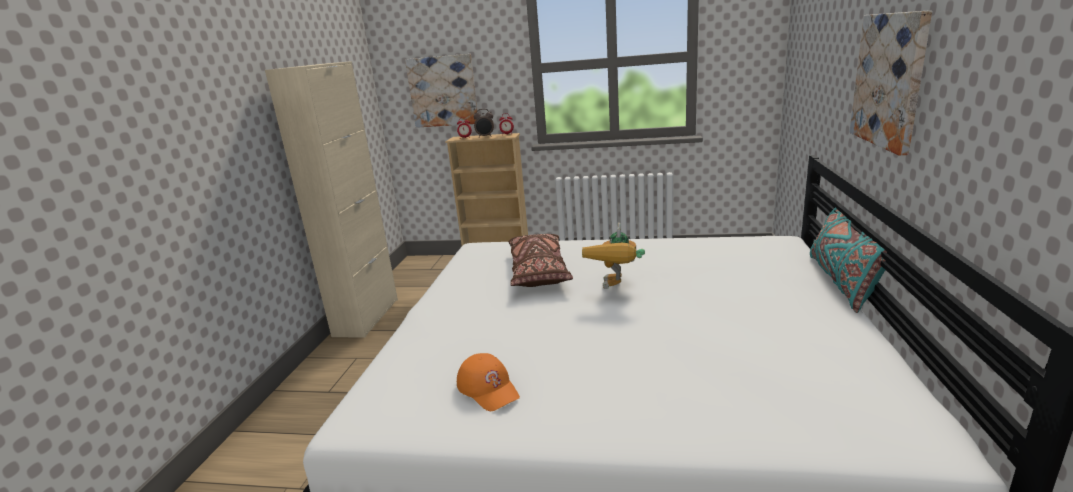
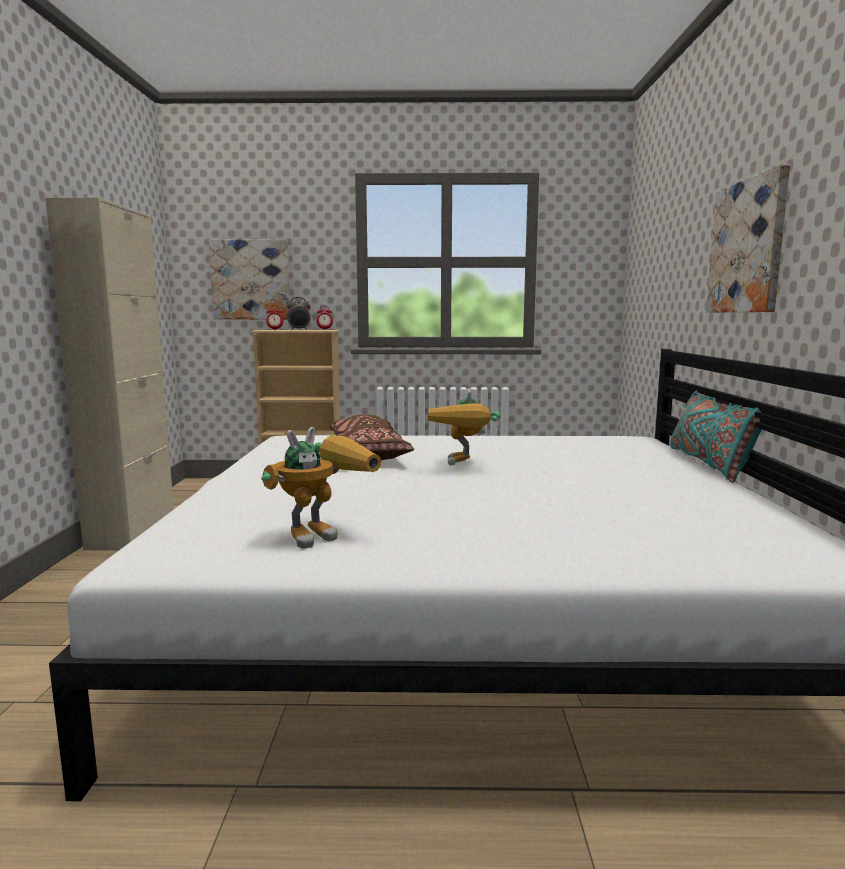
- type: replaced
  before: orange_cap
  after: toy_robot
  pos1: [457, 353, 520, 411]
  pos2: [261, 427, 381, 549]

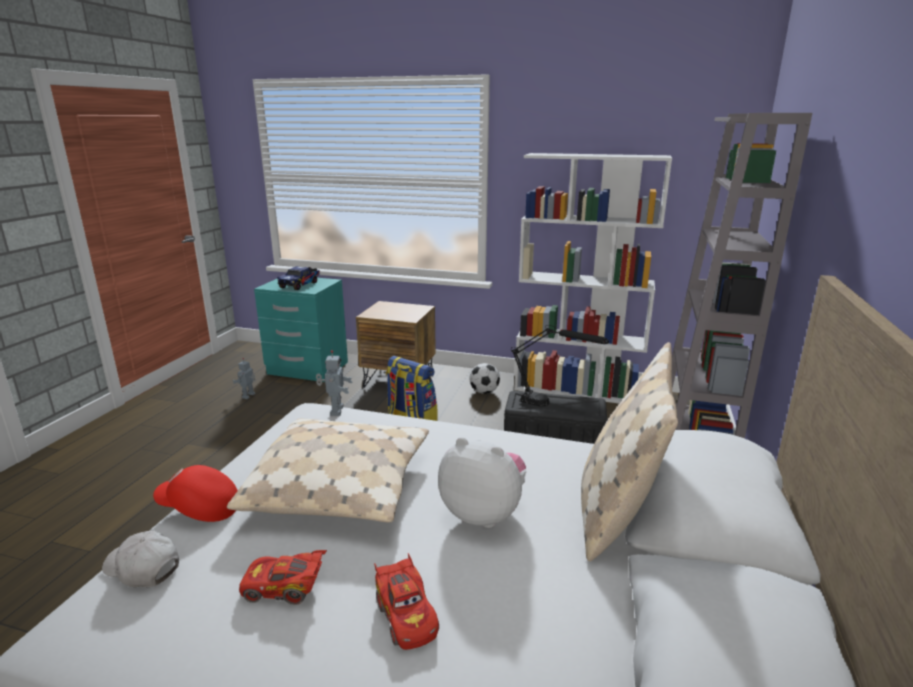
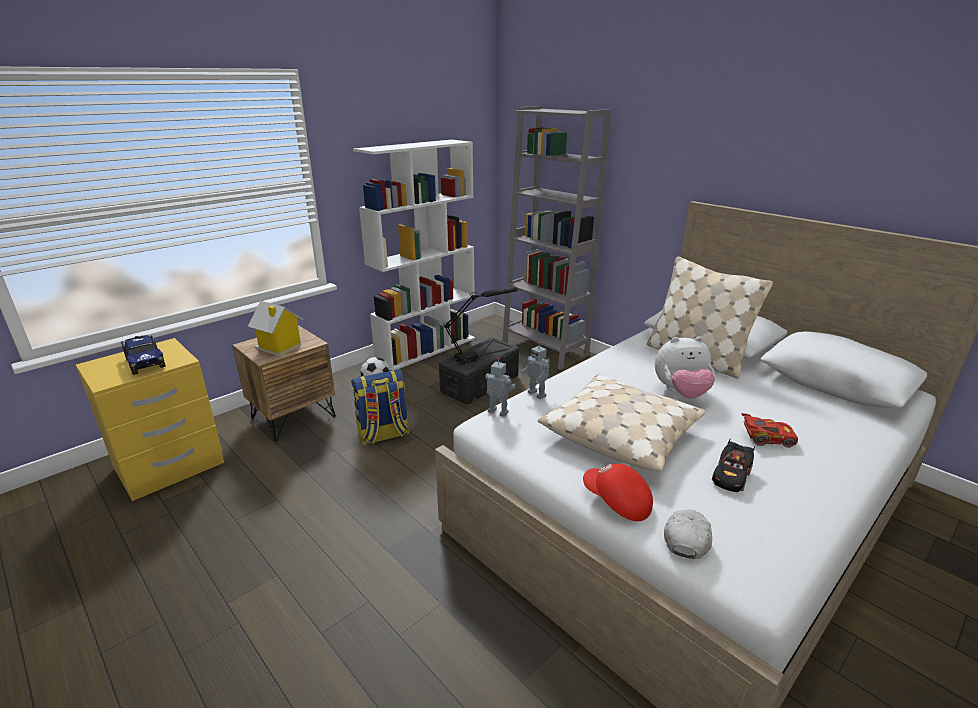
- type: recoloured
  before: turquoise_nightstand
  after: yellow_nightstand
  pos1: [254, 278, 348, 382]
  pos2: [76, 338, 224, 501]
- type: added
  after: toy_house
  pos2: [248, 301, 303, 356]
- type: moved
  before: toy_robot
  pos1: [233, 358, 256, 399]
  pos2: [520, 342, 549, 399]
- type: turned
  before: red_cap
  pos1: [153, 465, 238, 522]
  pos2: [583, 464, 653, 521]
  turn: 90
- type: turned
  before: plush_toy
  pos1: [438, 437, 526, 528]
  pos2: [655, 337, 715, 398]
  turn: -150
- type: turned
  before: white_cap
  pos1: [102, 530, 179, 587]
  pos2: [664, 510, 712, 559]
  turn: 150
- type: recoloured
  before: red_toy_car
  after: black_toy_car
  pos1: [239, 550, 327, 605]
  pos2: [712, 438, 755, 492]

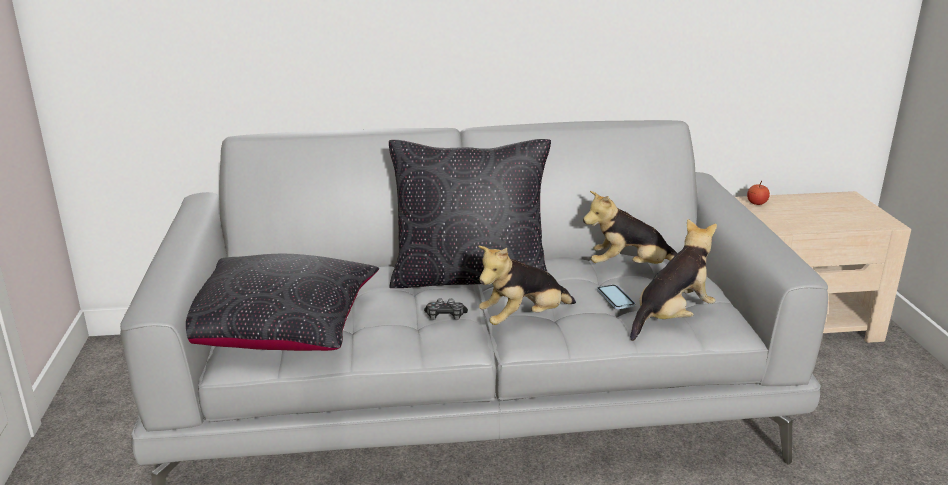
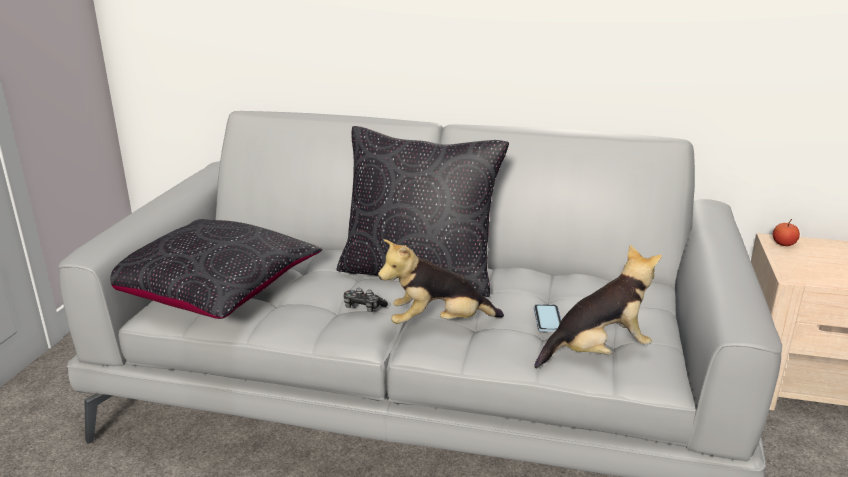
- type: removed
  before: plush_toy
  pos1: [583, 191, 678, 264]

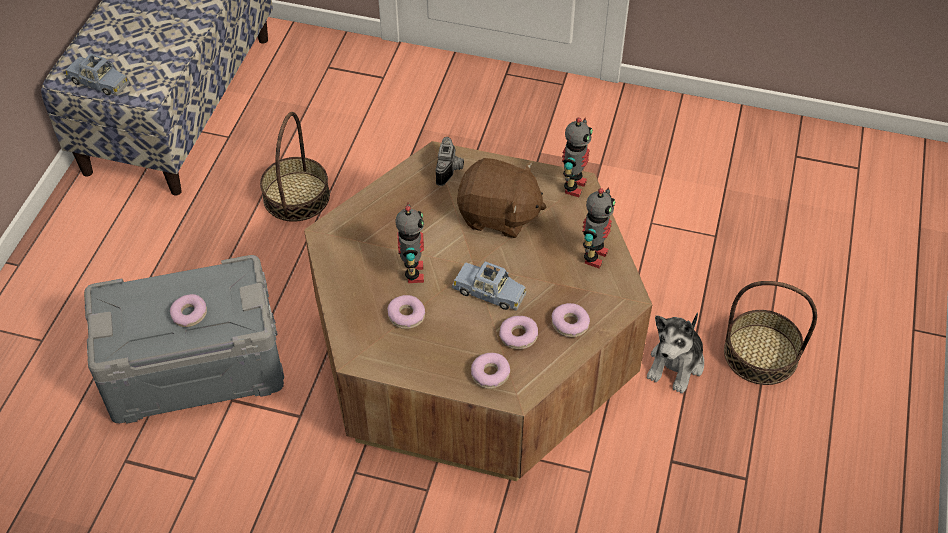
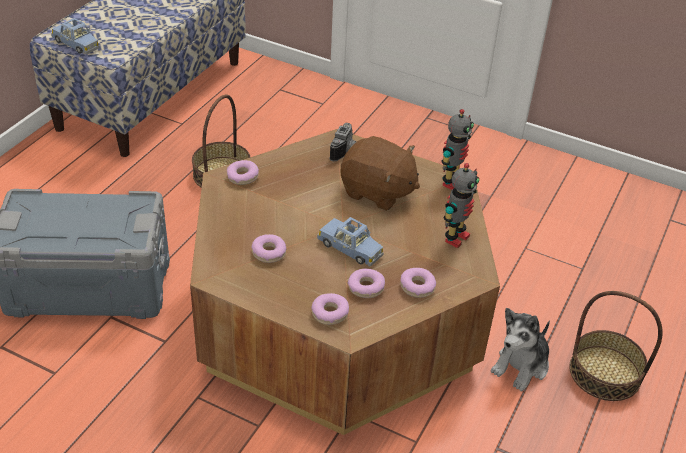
- type: moved
  before: donut
  pos1: [170, 294, 207, 327]
  pos2: [227, 160, 259, 185]
- type: removed
  before: toy_robot
  pos1: [395, 203, 424, 283]

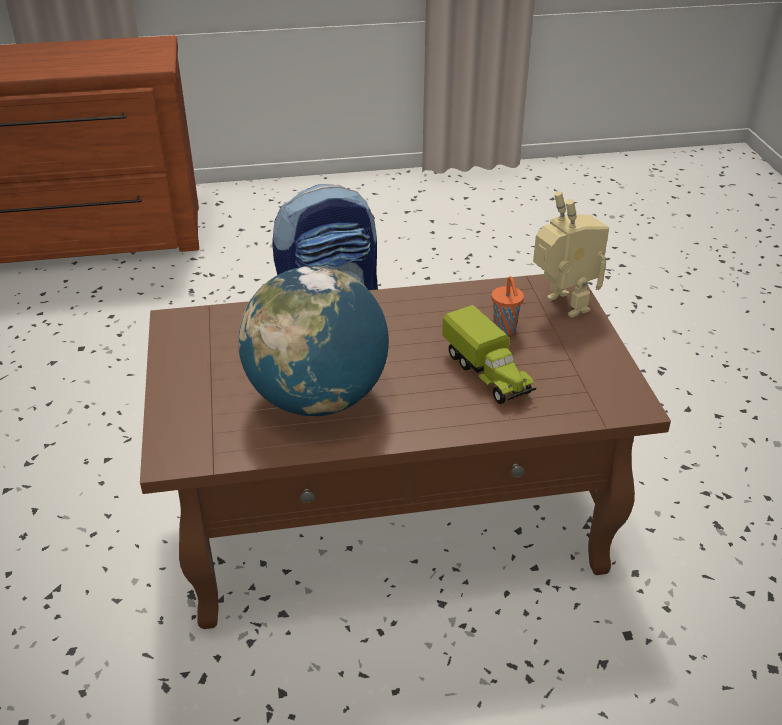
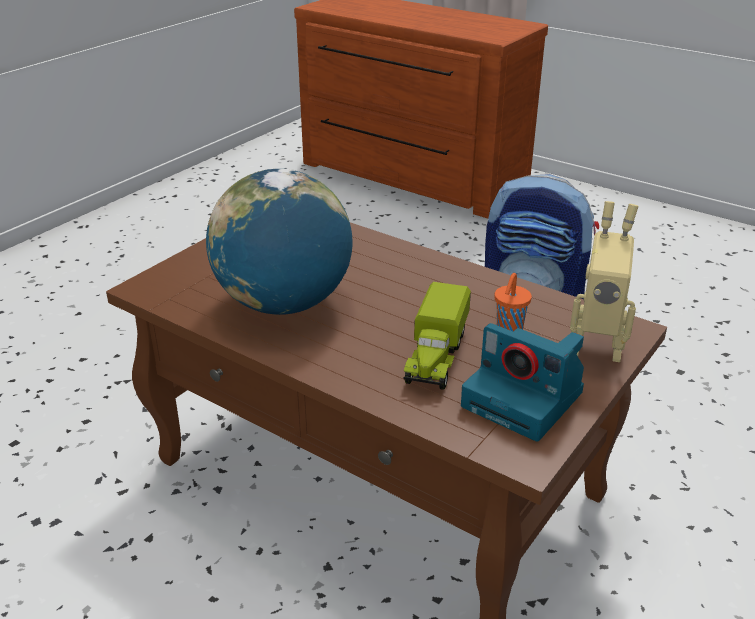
- type: added
  after: photo_camera
  pos2: [461, 323, 584, 442]
- type: turned
  before: toy_robot
  pos1: [533, 191, 609, 318]
  pos2: [570, 201, 638, 362]
  turn: 90

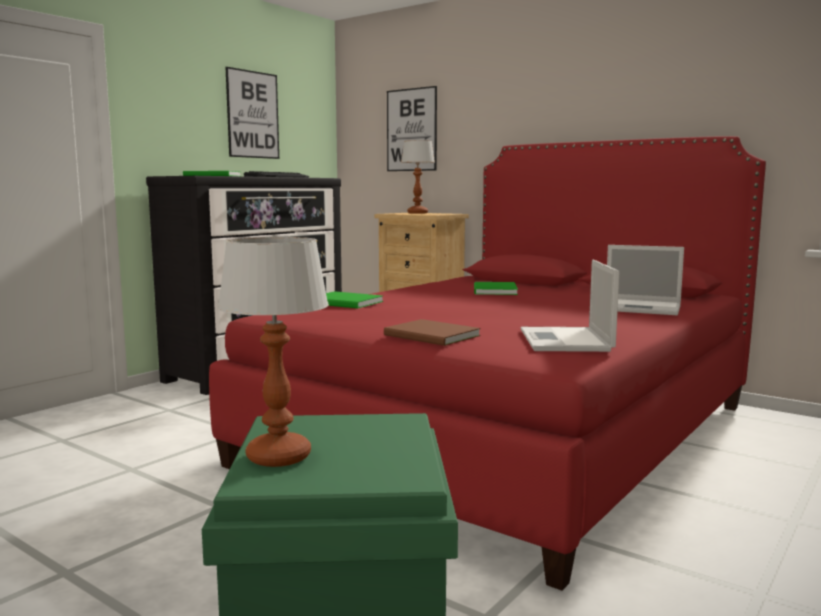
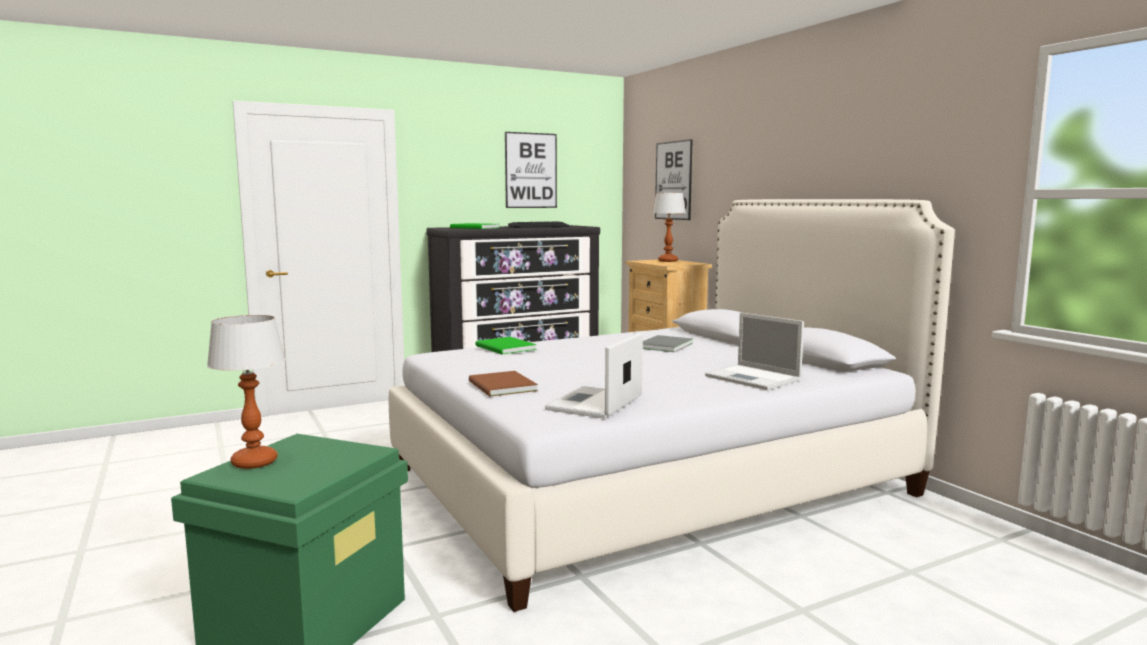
- type: recoloured
  before: red_bed
  after: white_bed
  pos1: [209, 136, 766, 591]
  pos2: [389, 199, 955, 612]
- type: recoloured
  before: green_book
  after: grey_book
  pos1: [474, 282, 518, 295]
  pos2: [643, 335, 693, 352]

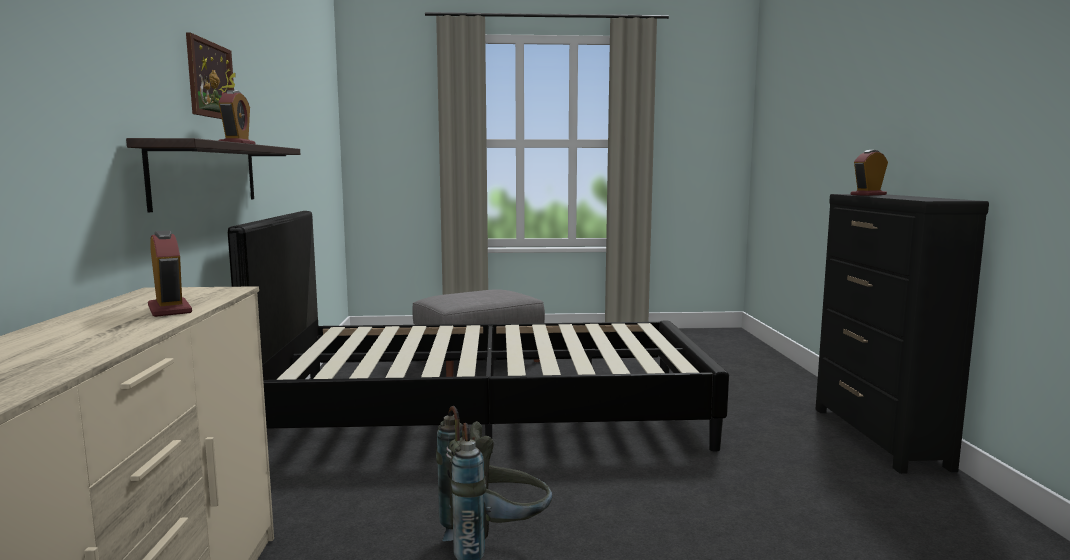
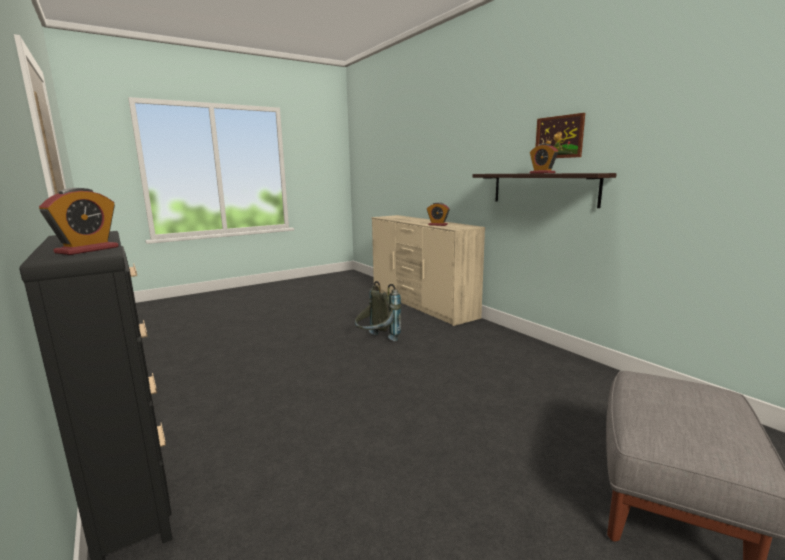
- type: removed
  before: black_bed
  pos1: [228, 211, 729, 453]

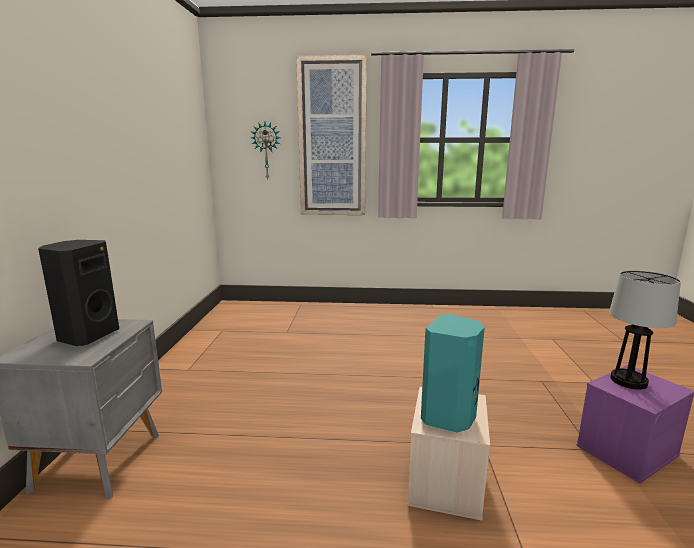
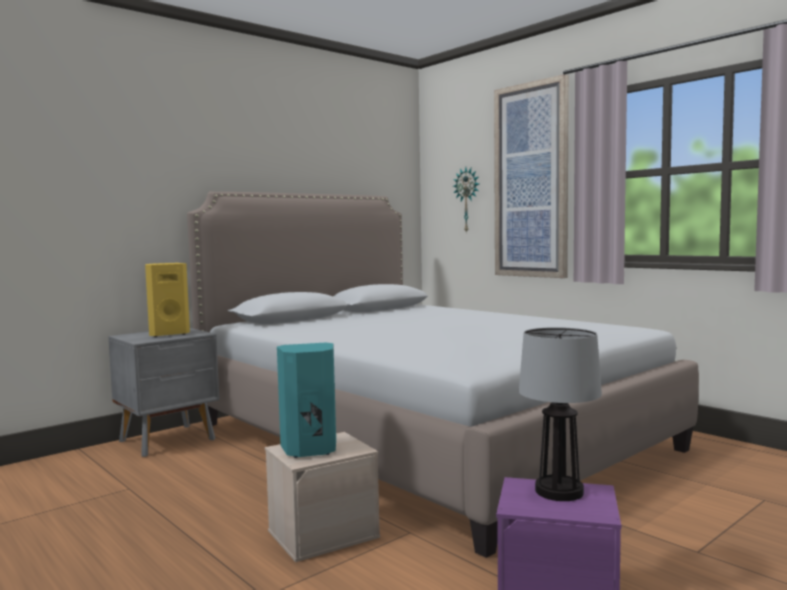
- type: recoloured
  before: black_speaker
  after: yellow_speaker
  pos1: [38, 240, 119, 346]
  pos2: [145, 263, 190, 337]
- type: added
  after: bed
  pos2: [187, 192, 699, 558]

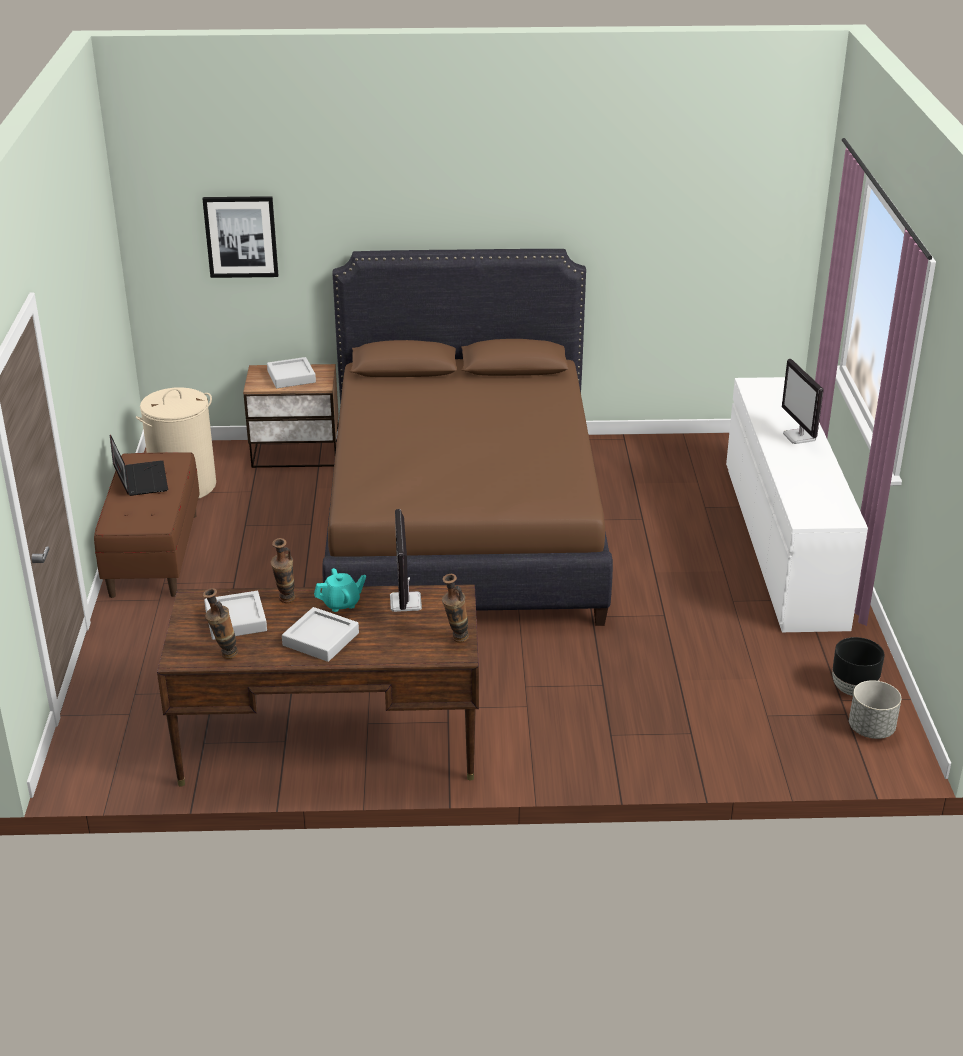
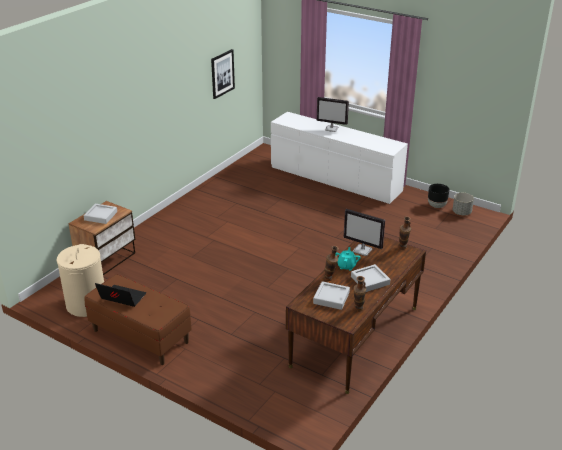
- type: moved
  before: picture
  pos1: [202, 196, 279, 278]
  pos2: [211, 49, 235, 99]
- type: removed
  before: brown_bed
  pos1: [322, 249, 613, 626]

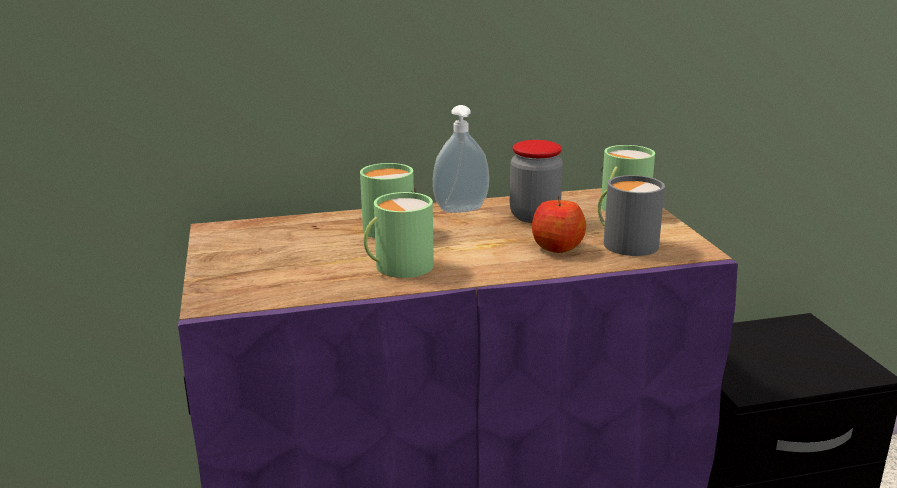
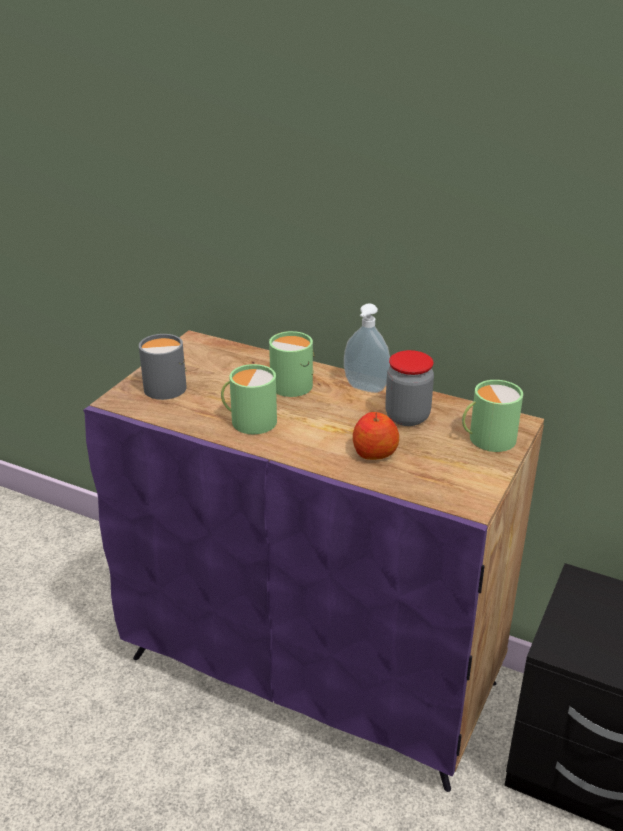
- type: moved
  before: grey_mug
  pos1: [598, 175, 665, 256]
  pos2: [139, 334, 187, 400]

